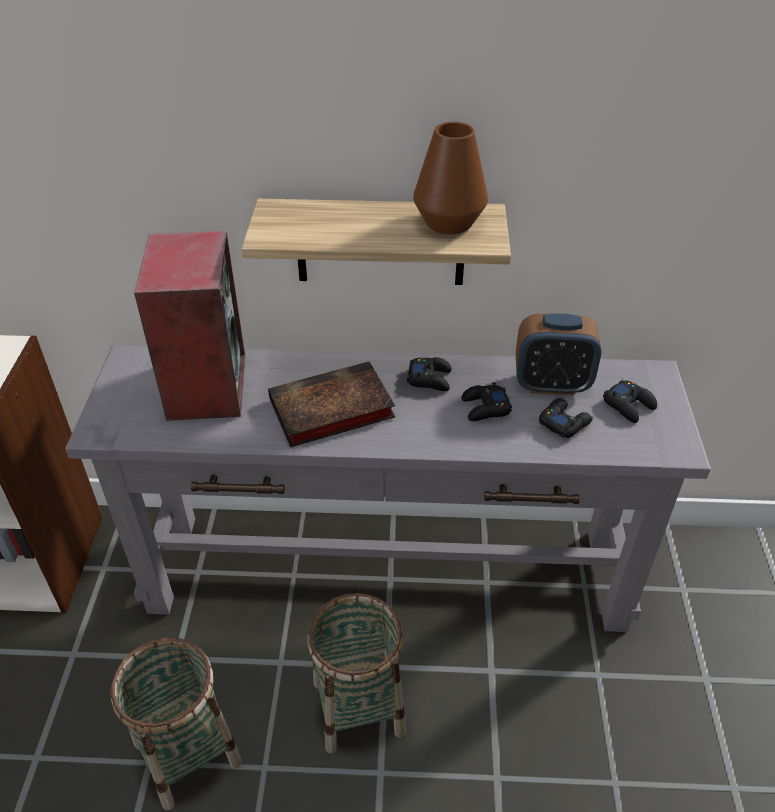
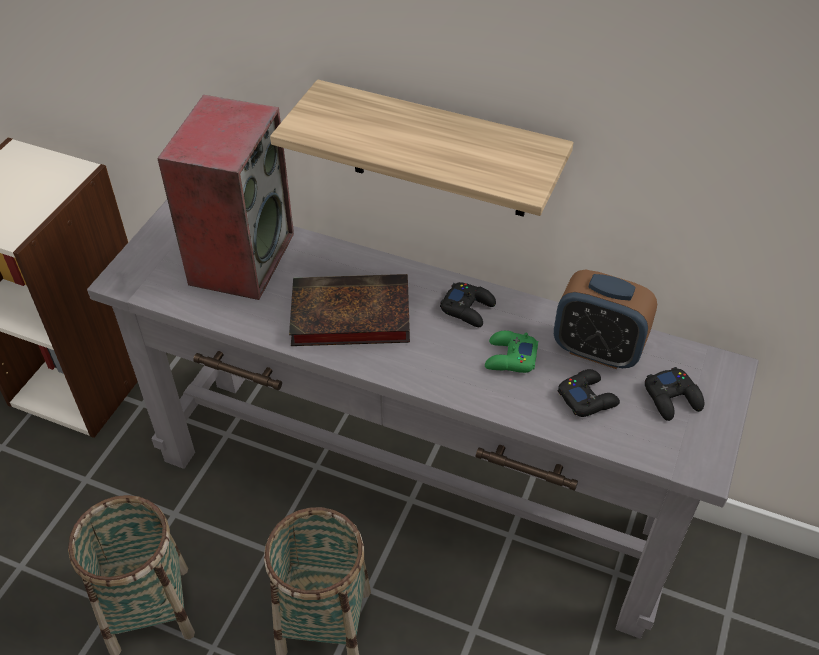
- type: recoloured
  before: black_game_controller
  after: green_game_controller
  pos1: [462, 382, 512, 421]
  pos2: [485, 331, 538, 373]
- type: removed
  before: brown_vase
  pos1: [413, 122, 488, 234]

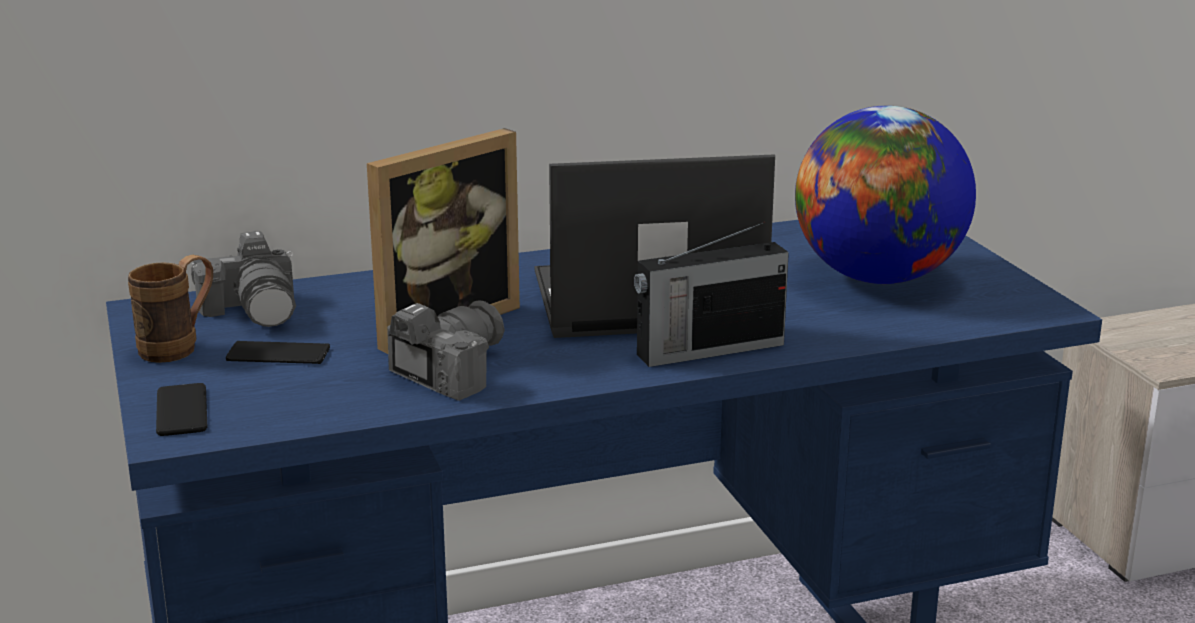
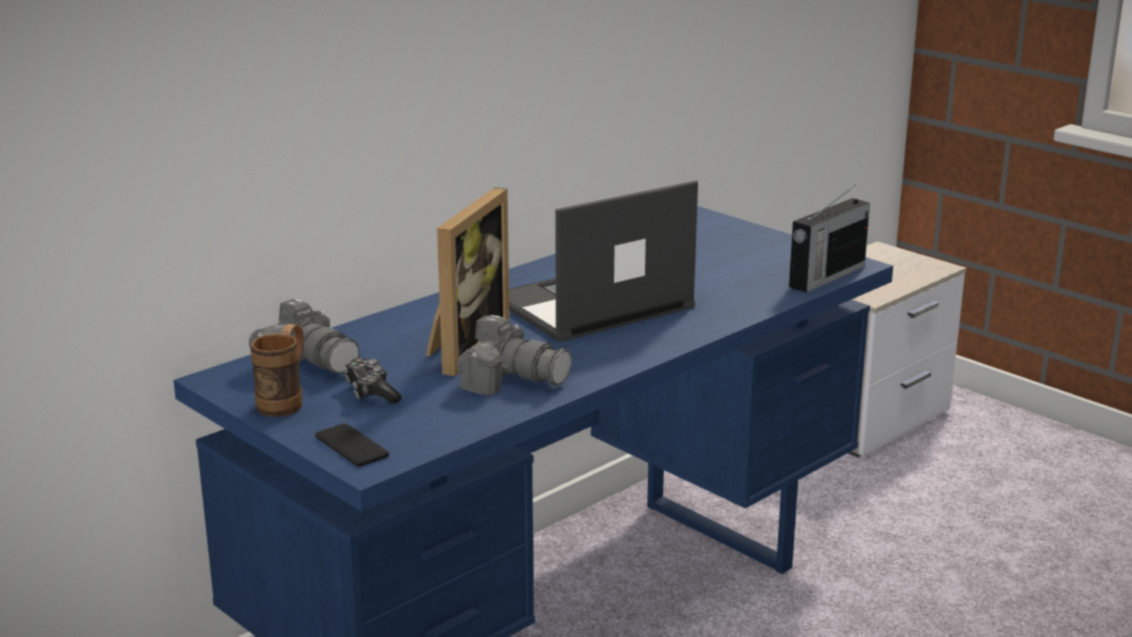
- type: replaced
  before: phone
  after: game_controller
  pos1: [226, 341, 330, 364]
  pos2: [344, 358, 401, 404]
- type: turned
  before: photo_camera
  pos1: [387, 300, 505, 401]
  pos2: [457, 315, 571, 395]
  turn: 105
- type: moved
  before: radio
  pos1: [634, 222, 789, 367]
  pos2: [789, 184, 870, 293]
- type: removed
  before: globe
  pos1: [795, 106, 976, 284]

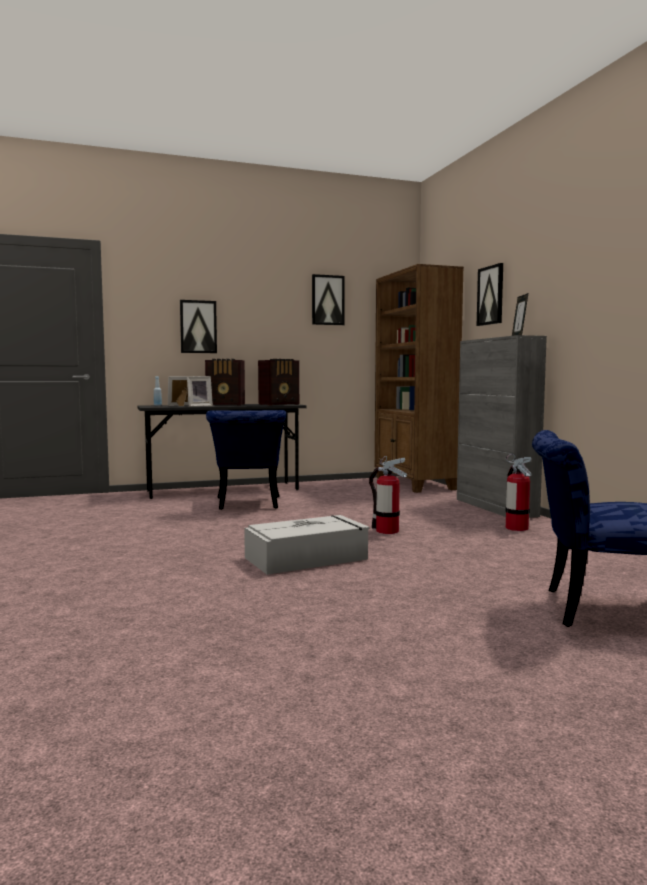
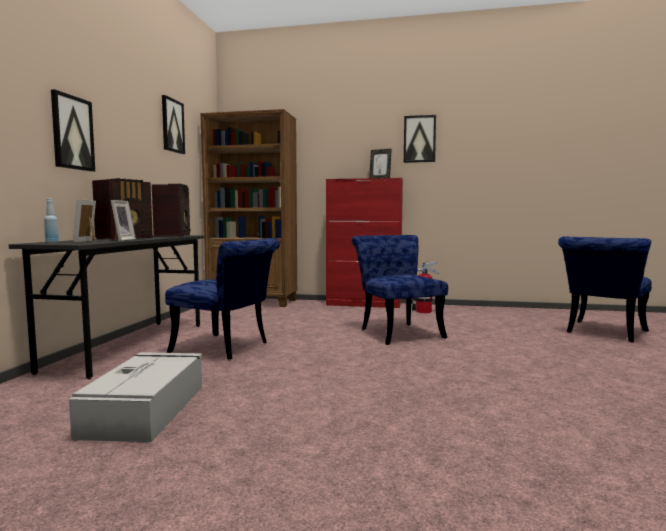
- type: moved
  before: grey_storage_box
  pos1: [244, 515, 369, 575]
  pos2: [69, 352, 202, 442]
- type: recoloured
  before: grey_cabinet
  after: red_cabinet
  pos1: [457, 335, 547, 518]
  pos2: [326, 178, 403, 308]
- type: replaced
  before: fire_extinguisher
  after: blue_chair
  pos1: [369, 456, 407, 534]
  pos2: [352, 235, 448, 345]
- type: moved
  before: picture
  pos1: [477, 263, 503, 326]
  pos2: [404, 115, 436, 163]

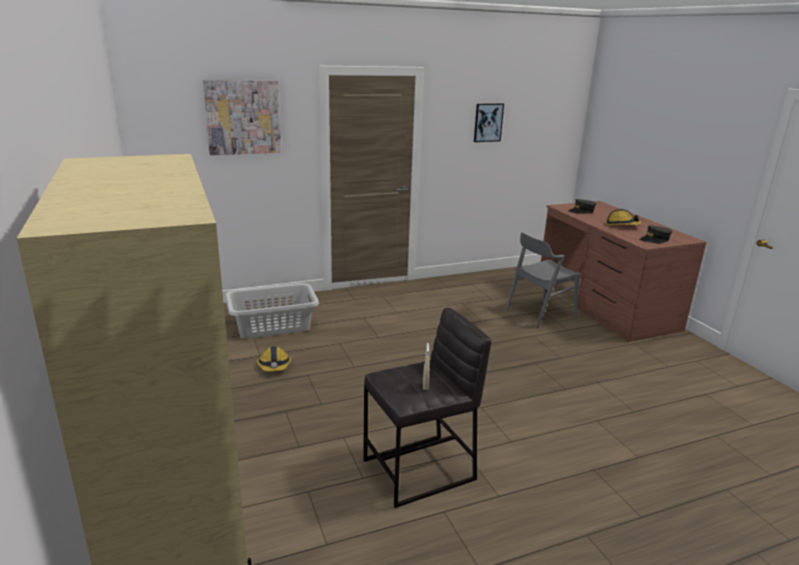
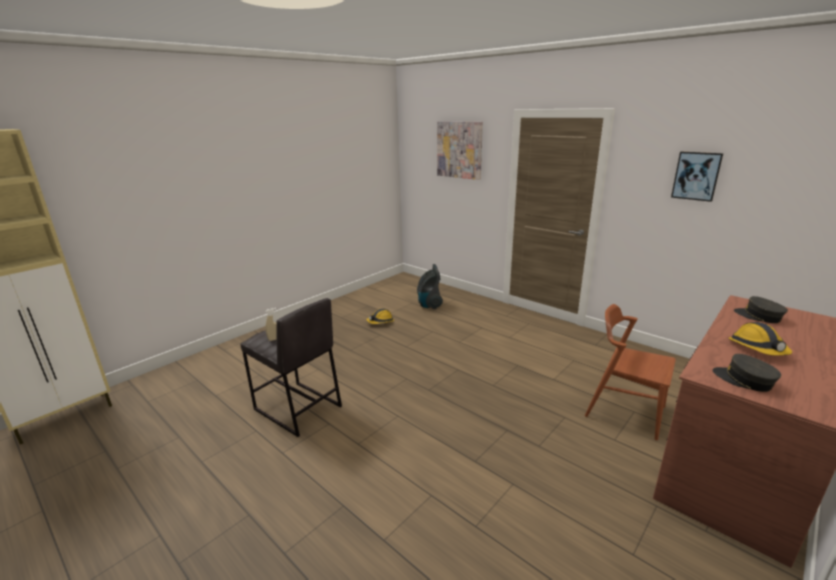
- type: replaced
  before: grey_laundry_basket
  after: vacuum_cleaner
  pos1: [225, 283, 319, 339]
  pos2: [417, 264, 443, 309]
- type: recoloured
  before: grey_chair
  after: brown_chair
  pos1: [506, 233, 581, 329]
  pos2: [585, 304, 676, 440]

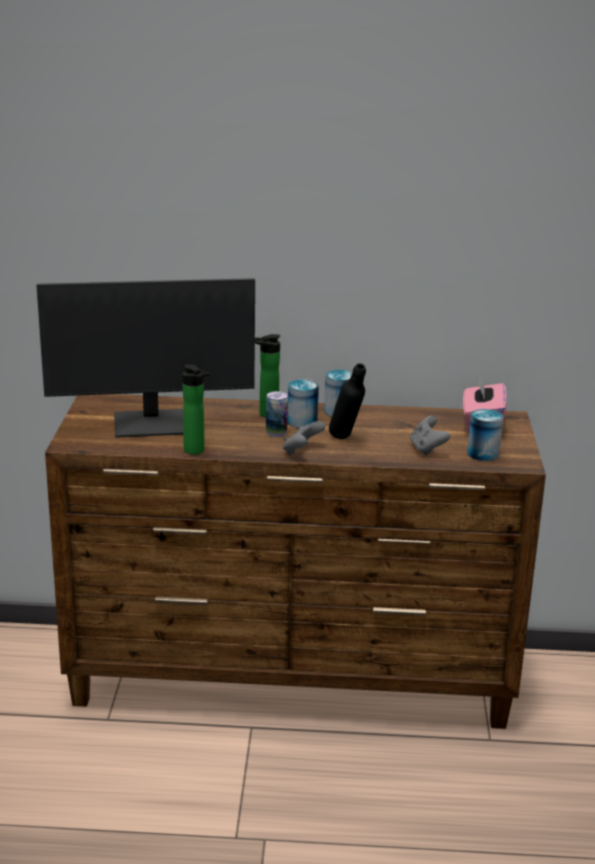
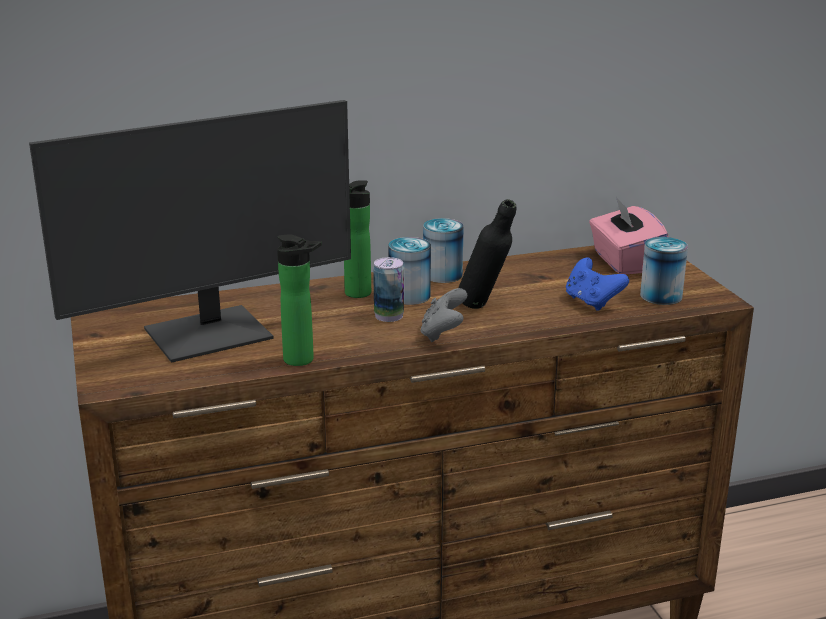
- type: recoloured
  before: grey_game_controller
  after: blue_game_controller
  pos1: [410, 416, 450, 456]
  pos2: [566, 258, 629, 311]

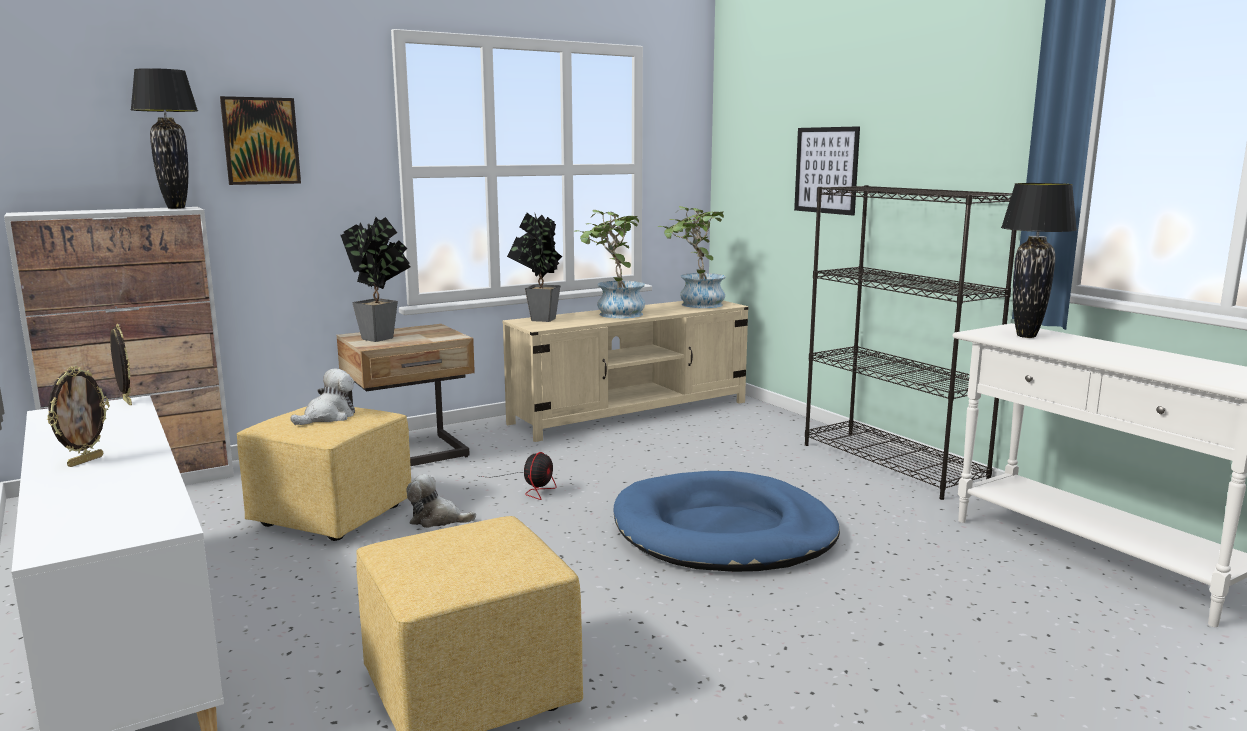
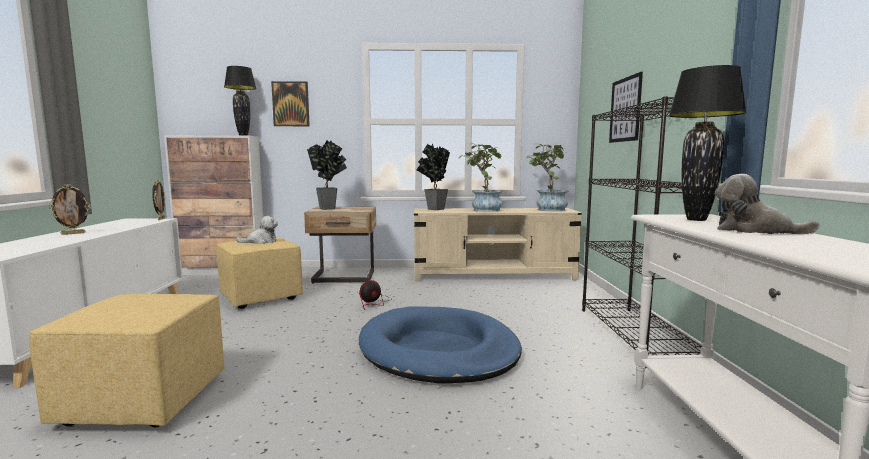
- type: moved
  before: plush_toy
  pos1: [407, 474, 476, 528]
  pos2: [715, 174, 820, 234]

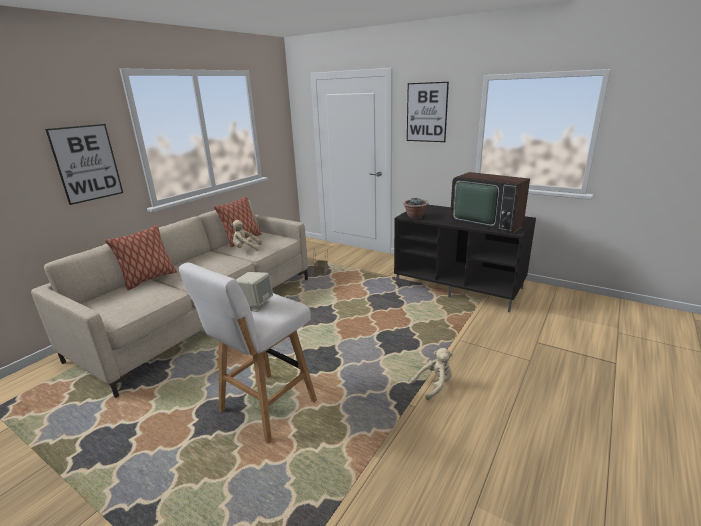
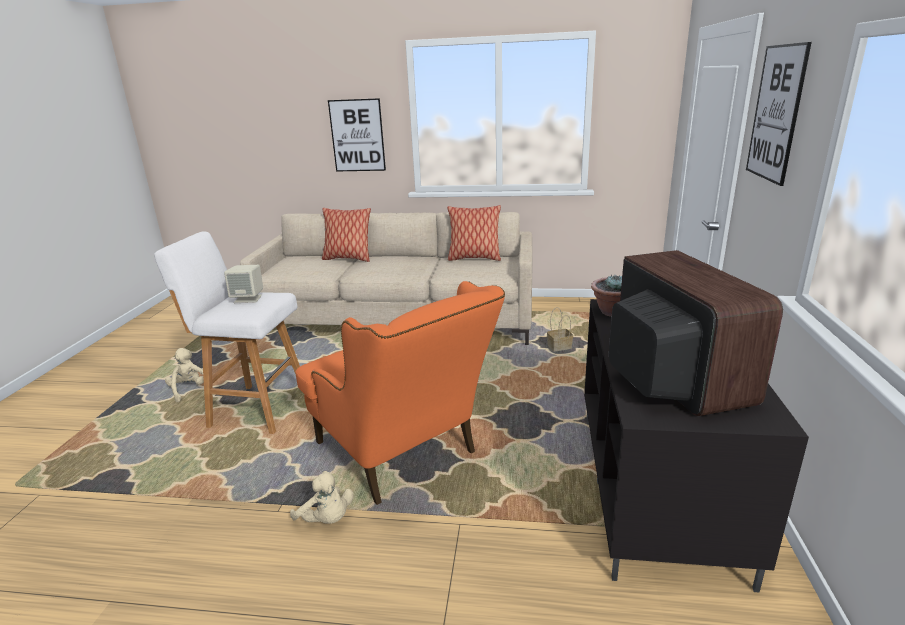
- type: moved
  before: beige_plush_toy
  pos1: [231, 220, 262, 251]
  pos2: [165, 348, 204, 402]
- type: added
  after: orange_armchair
  pos2: [295, 281, 505, 505]
- type: turned
  before: television
  pos1: [450, 172, 530, 233]
  pos2: [609, 250, 783, 416]
  turn: 150

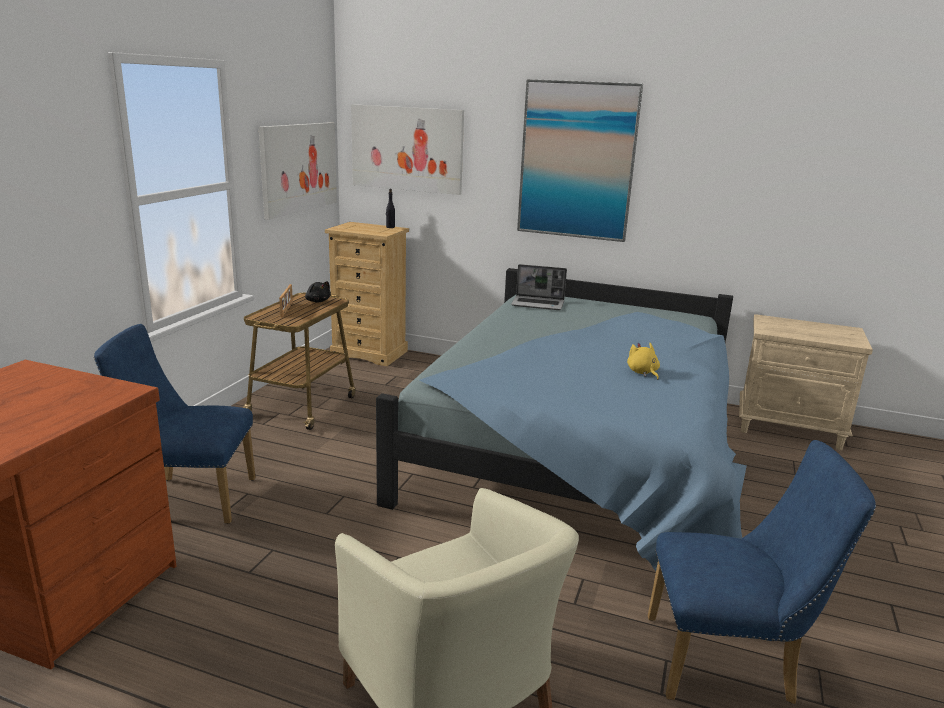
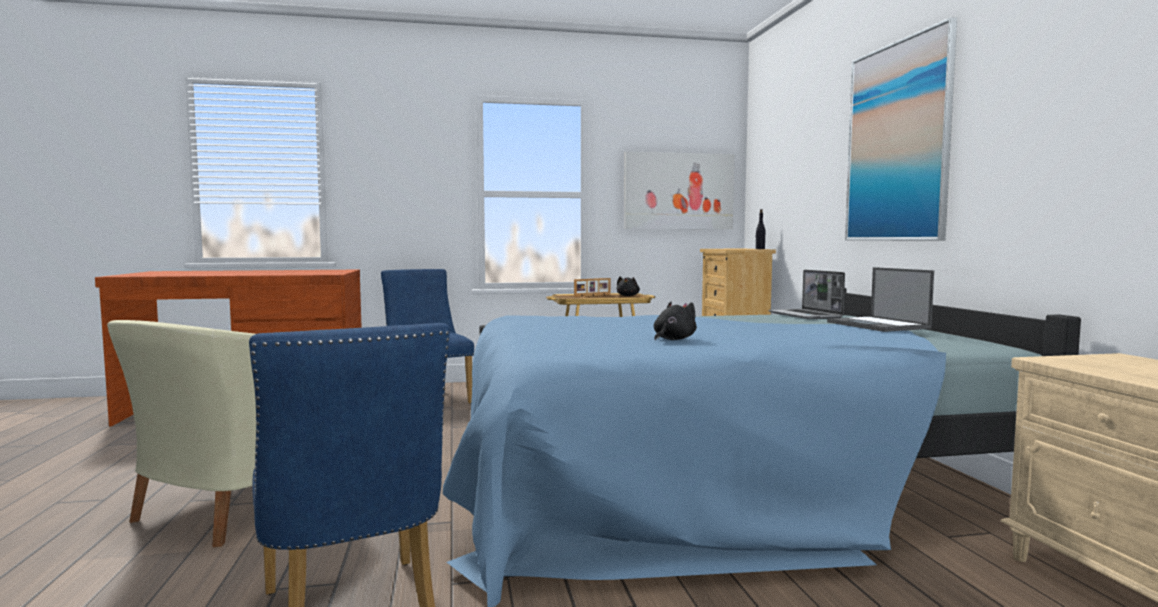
- type: recoloured
  before: yellow_plush_toy
  after: black_plush_toy
  pos1: [627, 343, 660, 380]
  pos2: [654, 302, 697, 340]
- type: added
  after: laptop
  pos2: [827, 267, 934, 332]
- type: removed
  before: picture
  pos1: [351, 104, 464, 195]

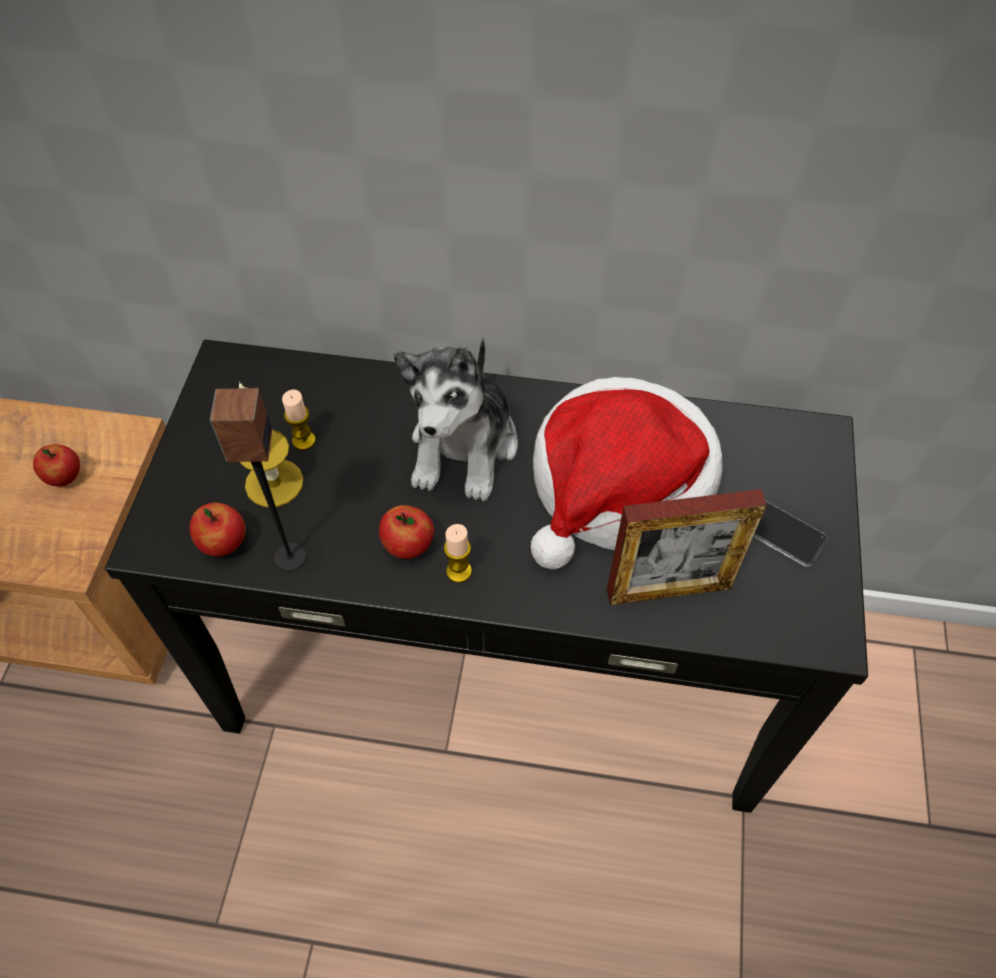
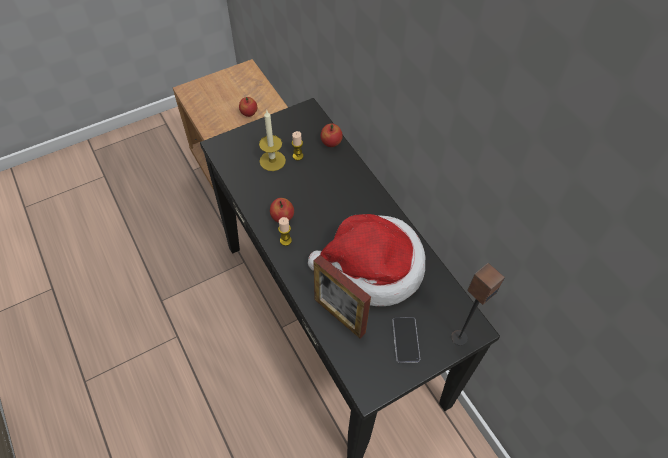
- type: moved
  before: apple
  pos1: [189, 503, 246, 557]
  pos2: [321, 123, 343, 147]
- type: moved
  before: speaker
  pos1: [210, 388, 306, 571]
  pos2: [451, 263, 505, 346]
- type: removed
  before: plush_toy
  pos1: [394, 337, 518, 501]

